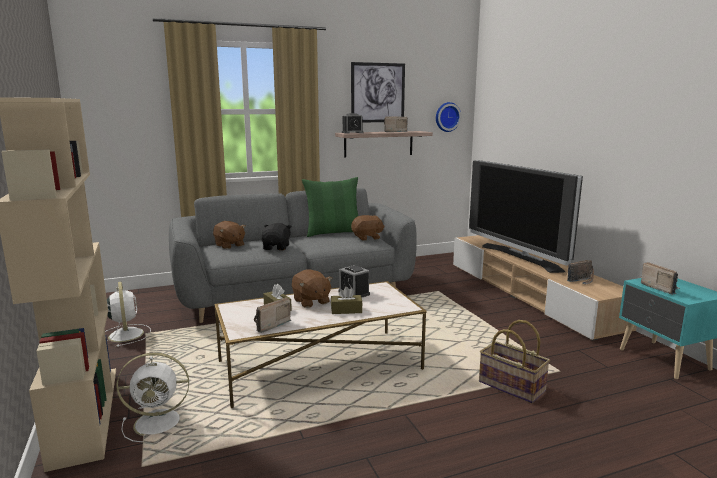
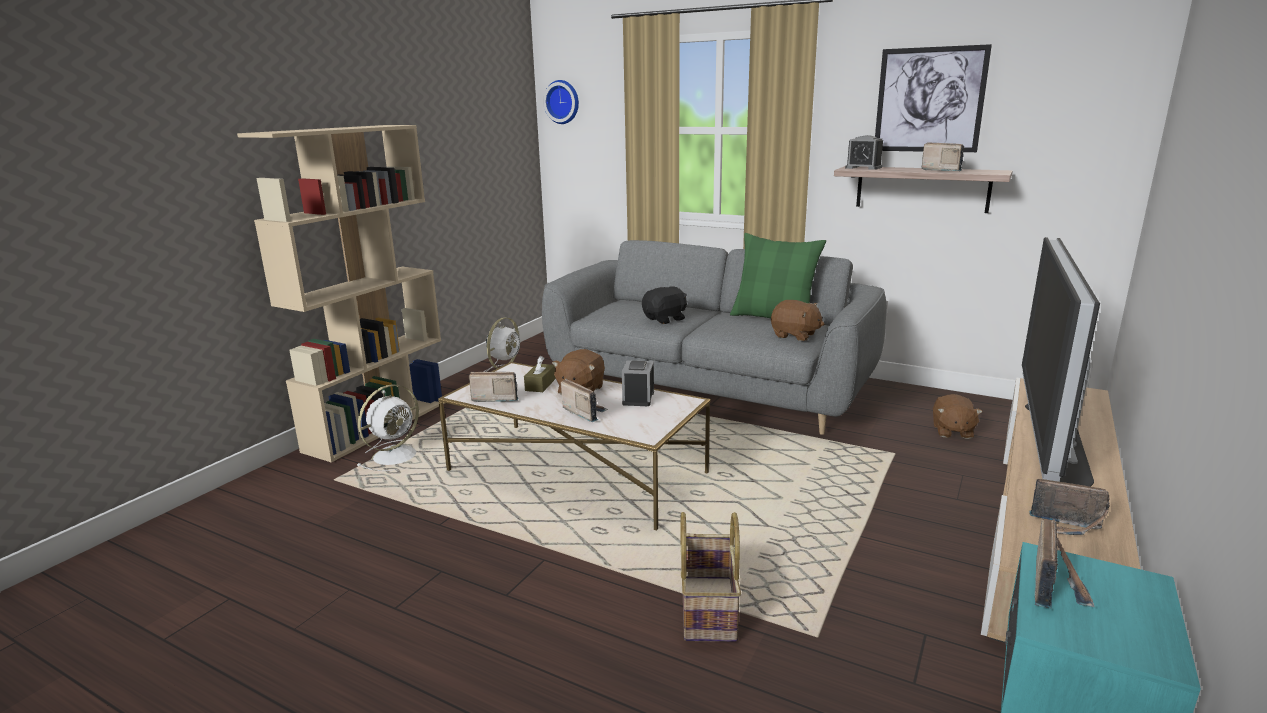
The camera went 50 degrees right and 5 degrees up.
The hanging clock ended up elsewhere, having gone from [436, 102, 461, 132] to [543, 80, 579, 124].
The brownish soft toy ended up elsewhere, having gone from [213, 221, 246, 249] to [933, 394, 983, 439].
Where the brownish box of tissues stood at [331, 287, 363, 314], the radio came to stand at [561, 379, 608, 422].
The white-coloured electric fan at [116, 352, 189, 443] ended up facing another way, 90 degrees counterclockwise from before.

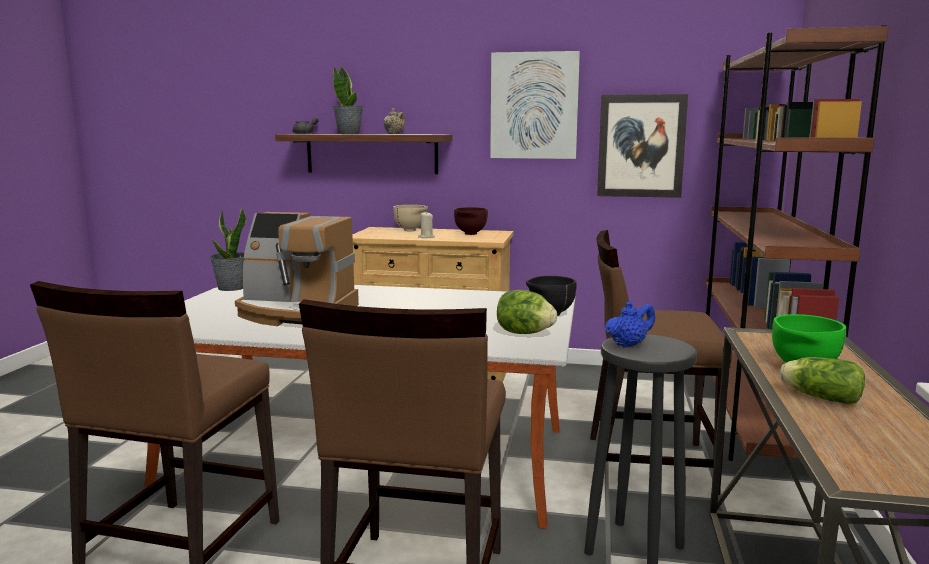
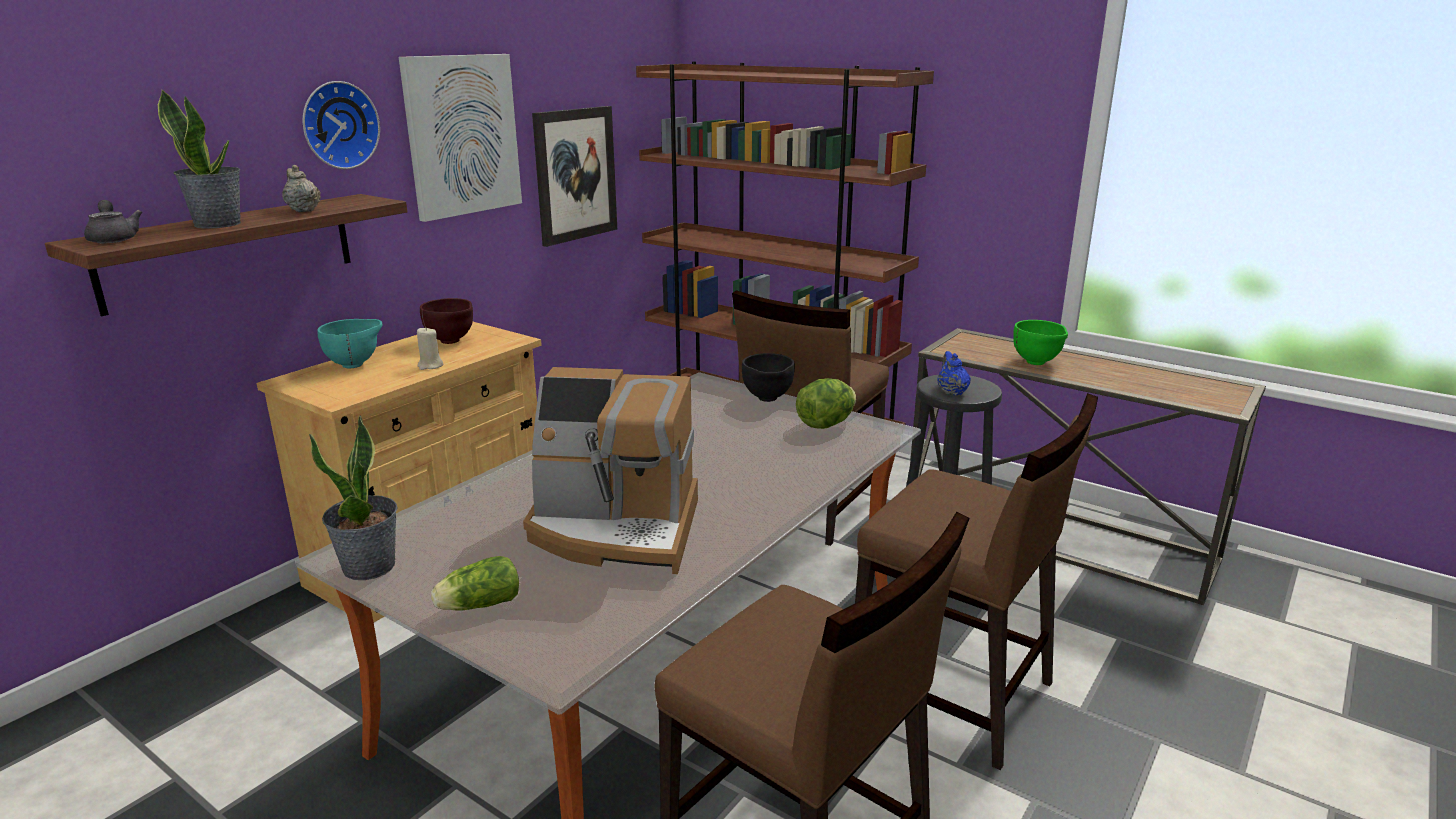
The camera went 65 degrees left and 10 degrees up.
What was the sand-coloured deep dish at [393, 205, 428, 231] turned into the turquoise-coloured deep dish at [317, 319, 382, 368].
The coffee brewer at [235, 212, 359, 326] ended up facing another way, 60 degrees clockwise from before.
The lettuce head ended up elsewhere, having gone from [780, 357, 865, 405] to [431, 556, 519, 611].
The second view gained the hanging clock at [302, 81, 380, 169].

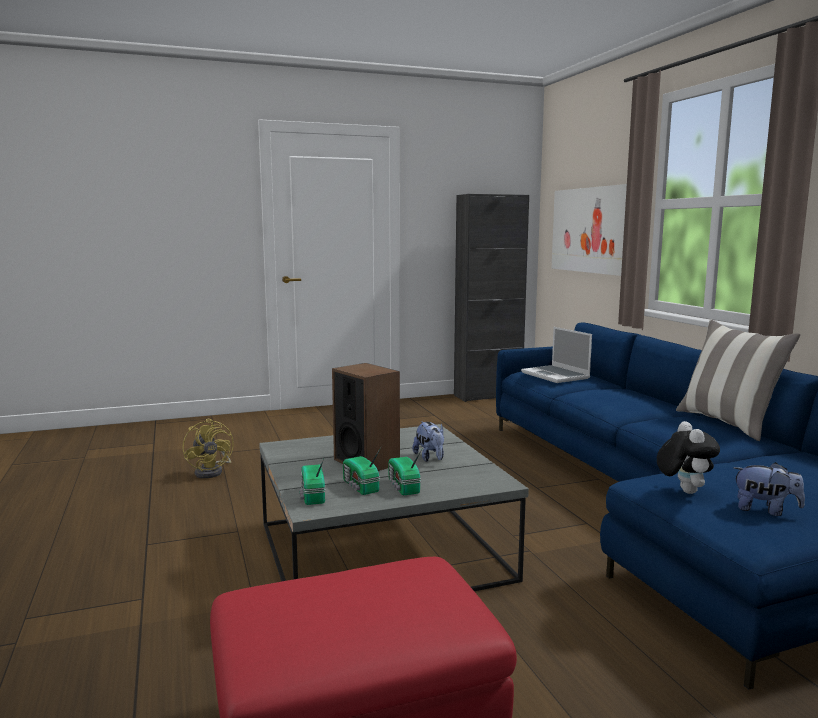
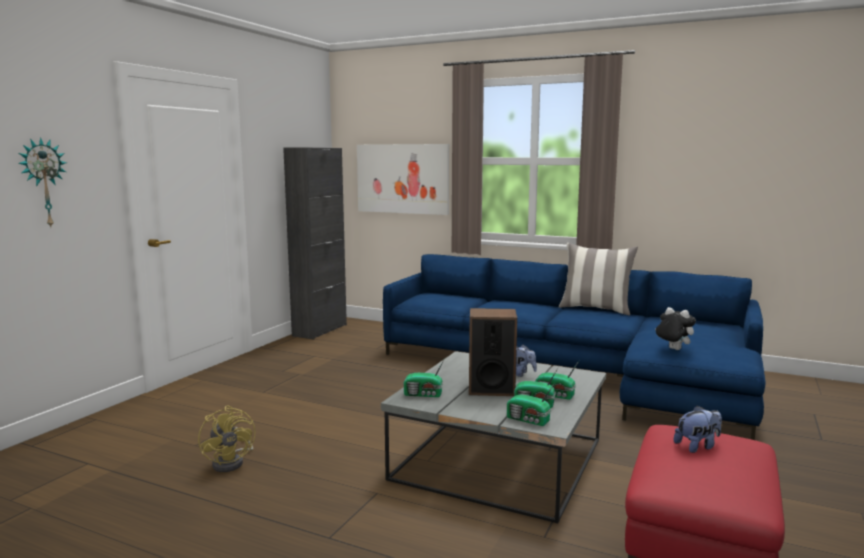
The camera went 45 degrees left and 0 degrees up.
The second view lost the portable computer at [521, 327, 592, 383].
The yellow electric fan at [182, 418, 234, 478] ended up facing another way, 45 degrees clockwise from before.
The soft toy ended up elsewhere, having gone from [734, 462, 805, 516] to [674, 406, 722, 453].
The second view gained the hanging clock at [18, 137, 67, 227].
The second view gained the radio at [403, 358, 445, 397].

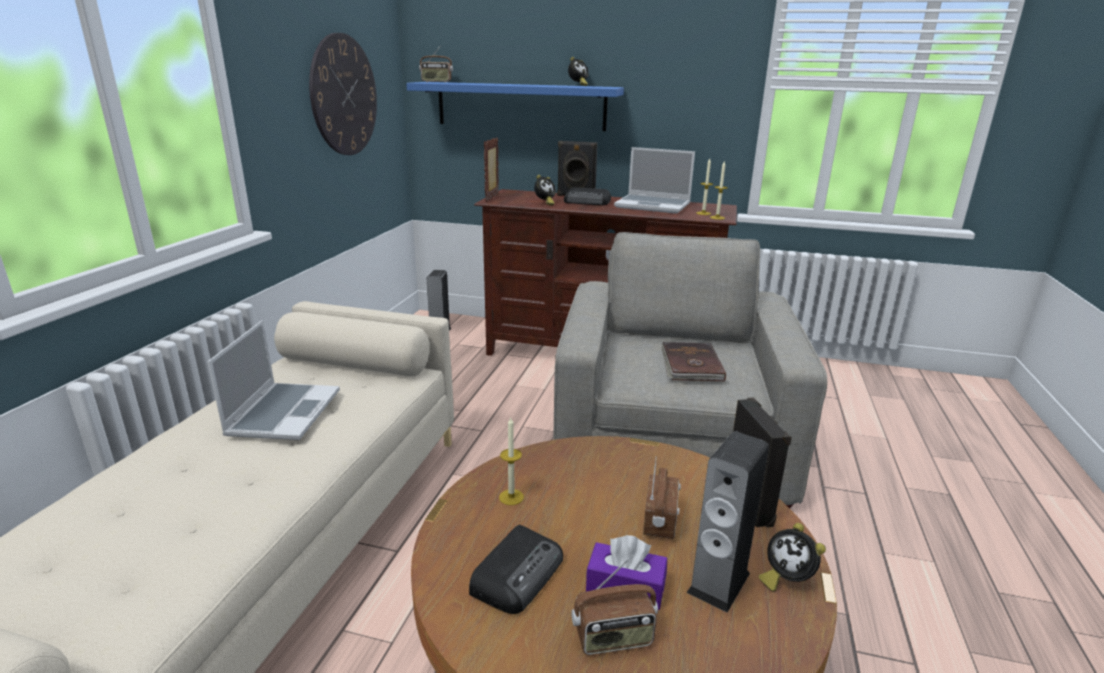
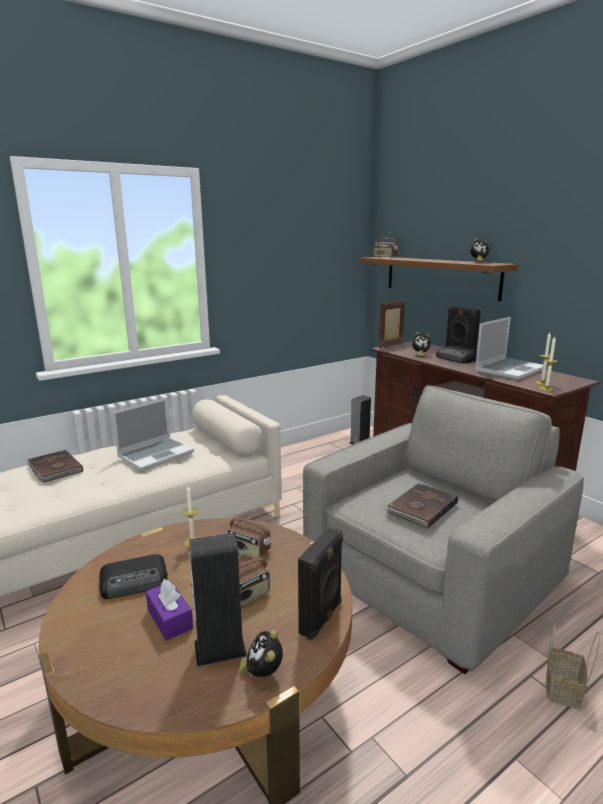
The camera went 40 degrees right and 5 degrees down.
The second view lost the hanging clock at [309, 33, 377, 155].
What was the bluish wall shelf at [406, 82, 624, 131] turned into the brownish wall shelf at [360, 257, 518, 301].
The portable computer at [614, 147, 695, 214] ended up facing another way, 105 degrees counterclockwise from before.
The radio ended up elsewhere, having gone from [571, 559, 658, 655] to [227, 508, 271, 558].
The second view gained the brownish volume at [27, 450, 83, 483].
The second view gained the storage basket at [546, 621, 600, 709].

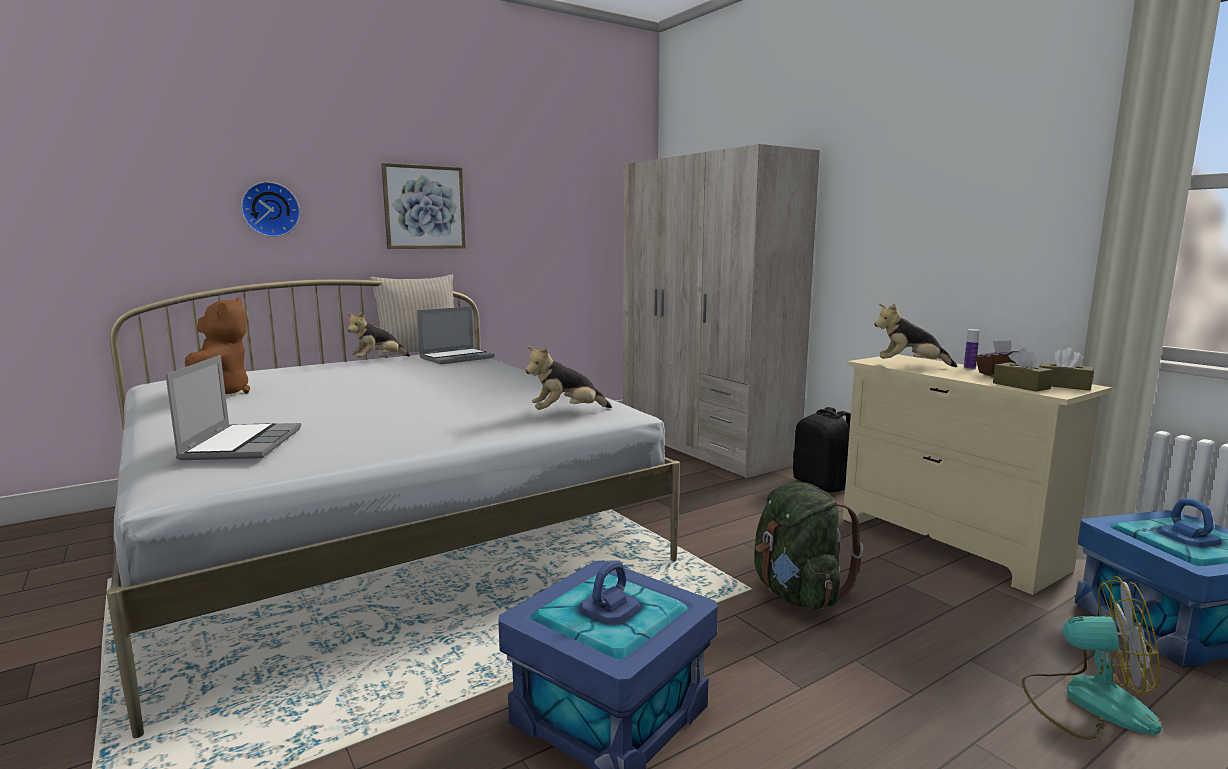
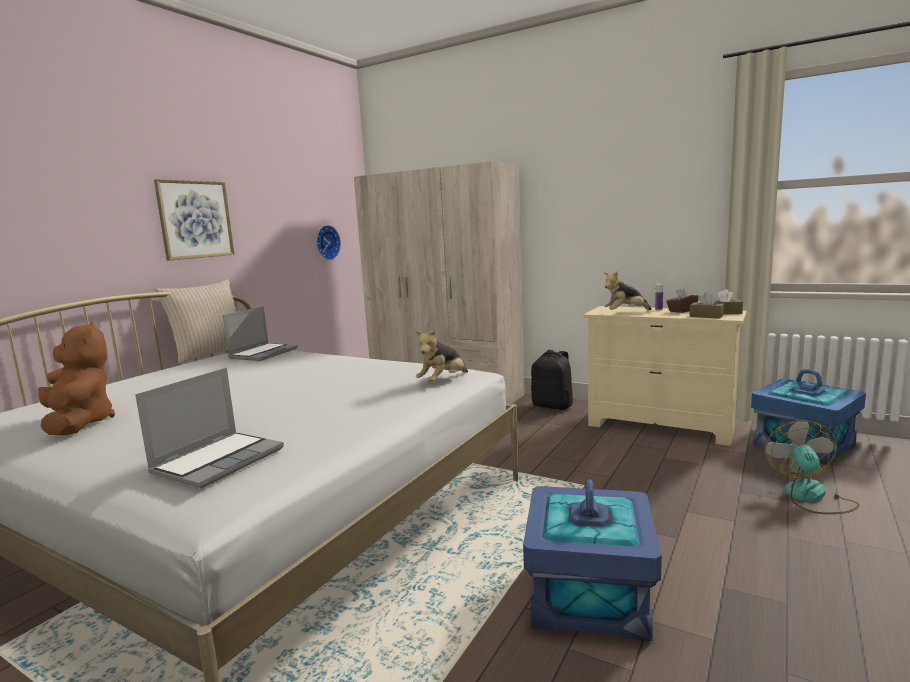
The camera went 25 degrees left and 0 degrees up.
The hanging clock ended up elsewhere, having gone from [241, 182, 300, 237] to [316, 225, 341, 260].
The second view lost the soft toy at [347, 311, 410, 358].
The portable computer at [165, 355, 301, 460] ended up facing another way, 60 degrees clockwise from before.
The second view lost the green-coloured rucksack at [754, 482, 864, 610].
The electric fan at [1022, 576, 1161, 740] ended up facing another way, 75 degrees counterclockwise from before.

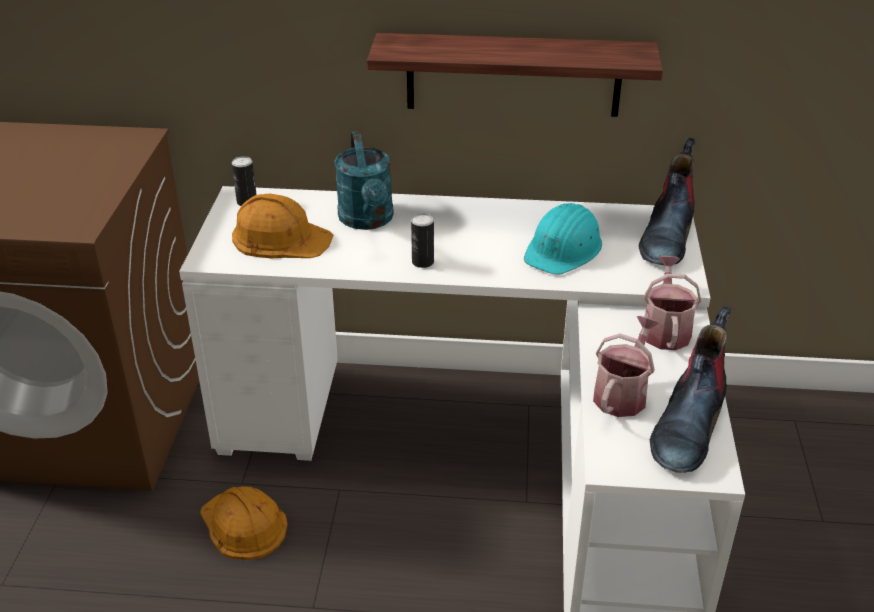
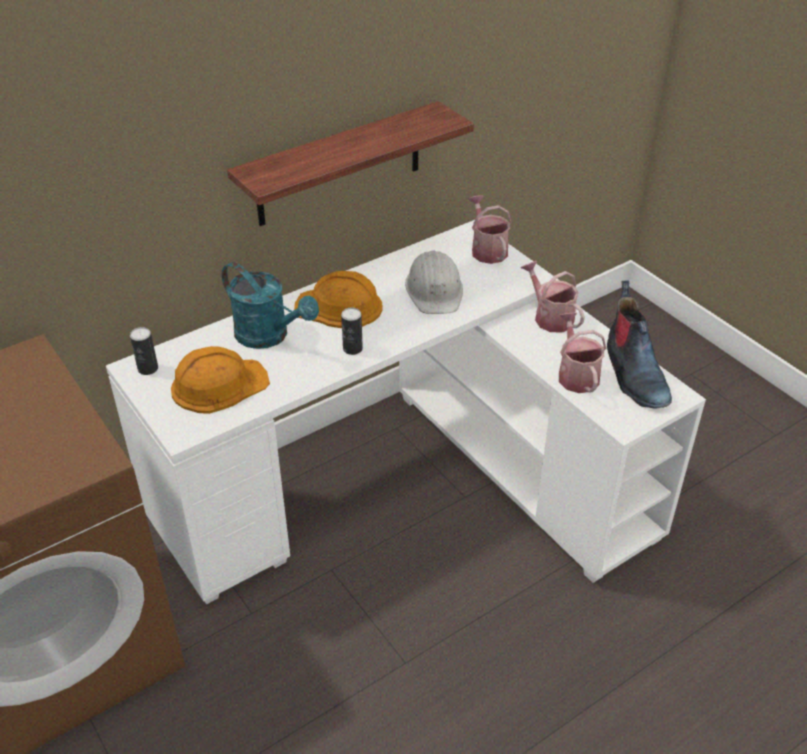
The camera went 40 degrees left and 5 degrees up.
Where the tall boot stood at [638, 138, 696, 266], the watering can came to stand at [468, 195, 512, 264].
What was the turquoise-coloured work helmet at [524, 203, 602, 275] turned into the white-coloured work helmet at [405, 250, 463, 314].
The orangey work helmet ended up elsewhere, having gone from [200, 486, 288, 560] to [294, 271, 382, 328].

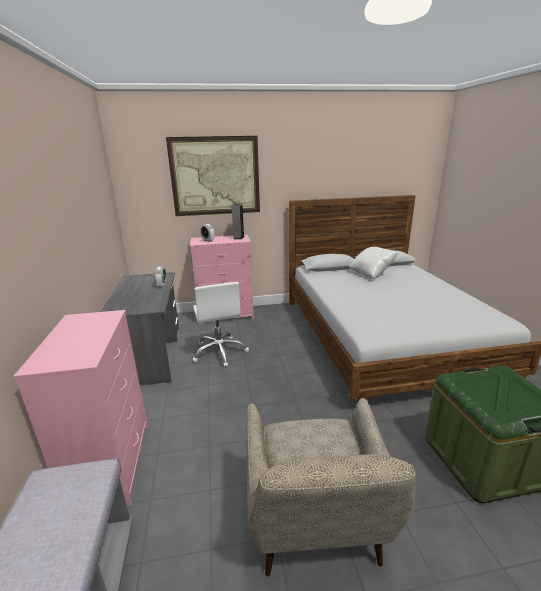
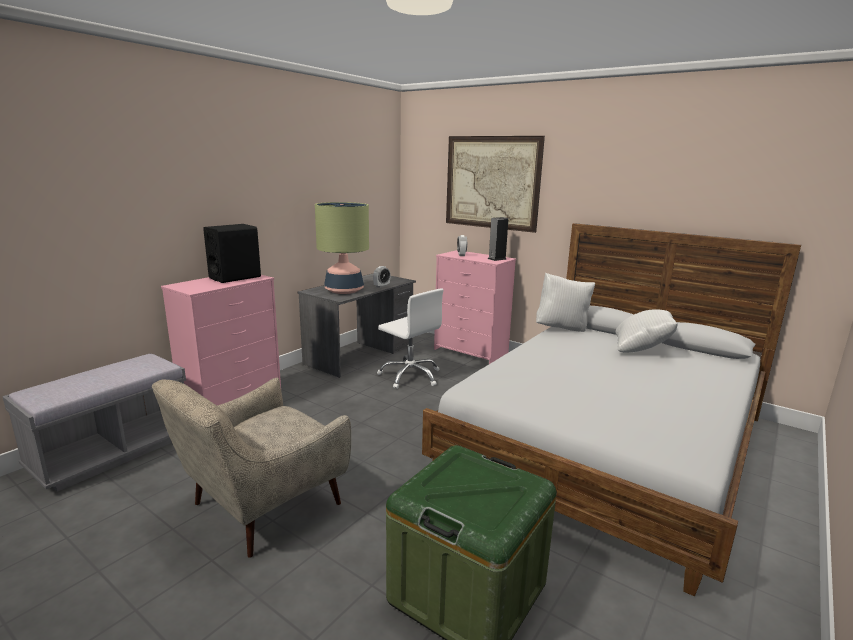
The camera went 45 degrees right and 5 degrees down.
The white-coloured desk chair at [193, 282, 249, 367] ended up facing another way, 75 degrees counterclockwise from before.
The second view gained the tabletop lamp at [315, 202, 369, 294].
The second view gained the blackish speaker at [203, 224, 261, 283].
The second view gained the white-coloured throw pillow at [536, 273, 595, 332].

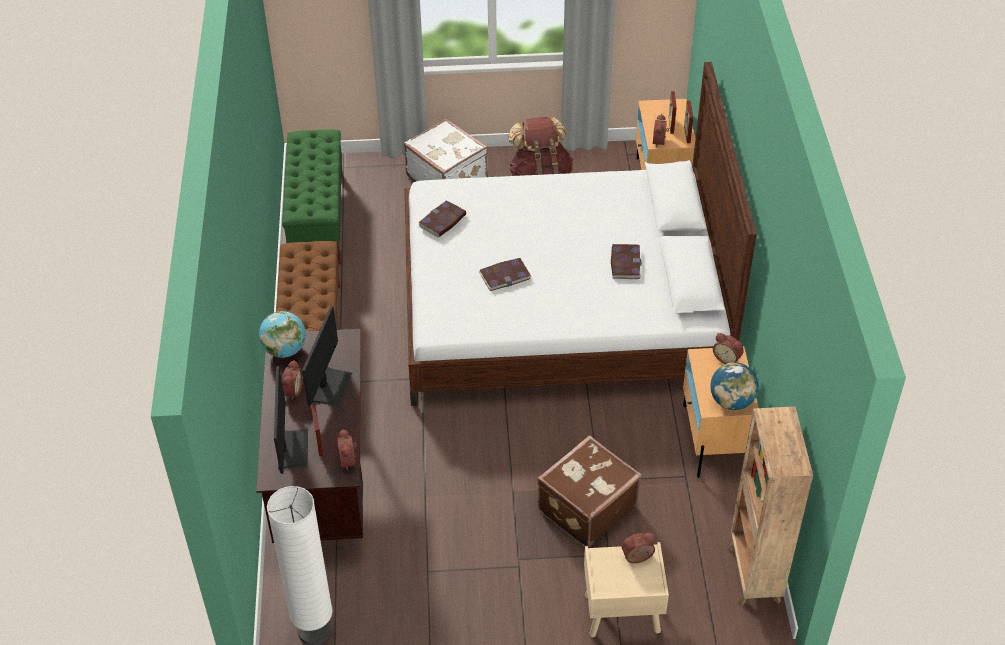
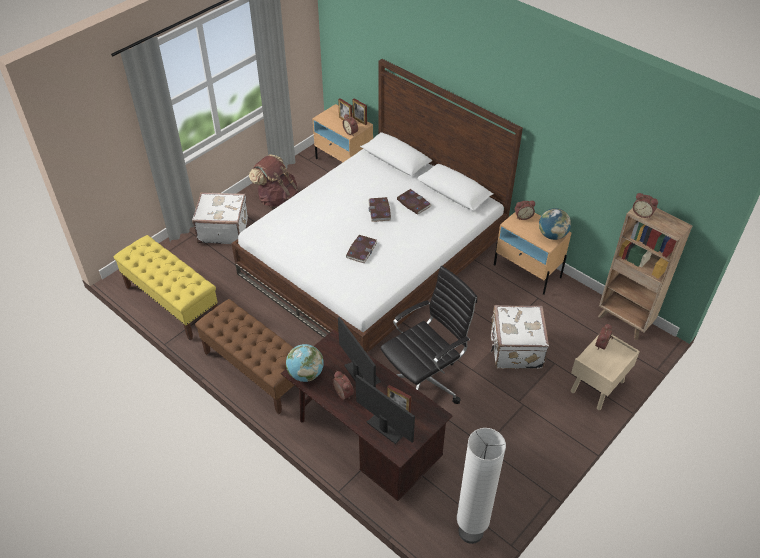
The camera went 45 degrees left and 0 degrees up.
What was the green-coloured bench at [282, 130, 343, 265] turned into the yellow bench at [113, 235, 218, 340].
The volume ended up elsewhere, having gone from [418, 201, 466, 237] to [368, 197, 391, 222].
The table clock ended up elsewhere, having gone from [337, 429, 357, 471] to [633, 193, 658, 218].
What was the brownish travel case at [537, 435, 641, 548] turned into the white-coloured travel case at [490, 305, 549, 369].
The second view gained the blackish desk chair at [380, 266, 477, 404].

